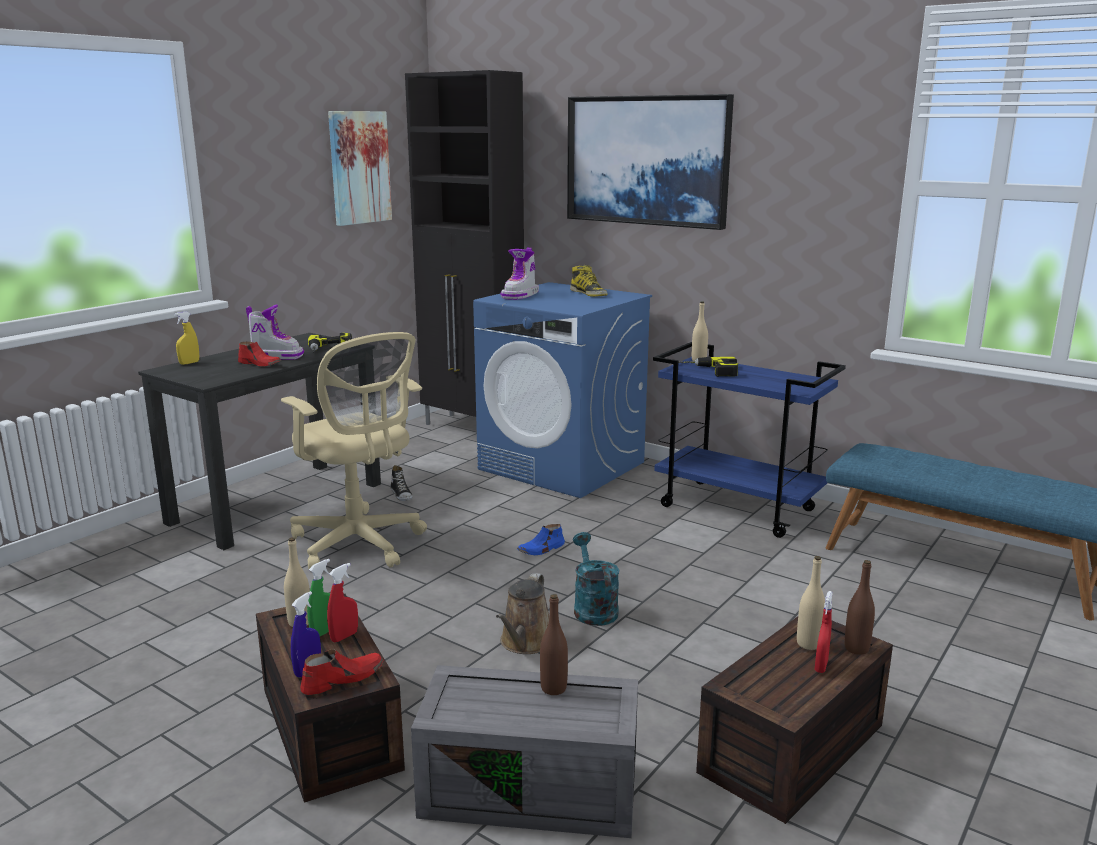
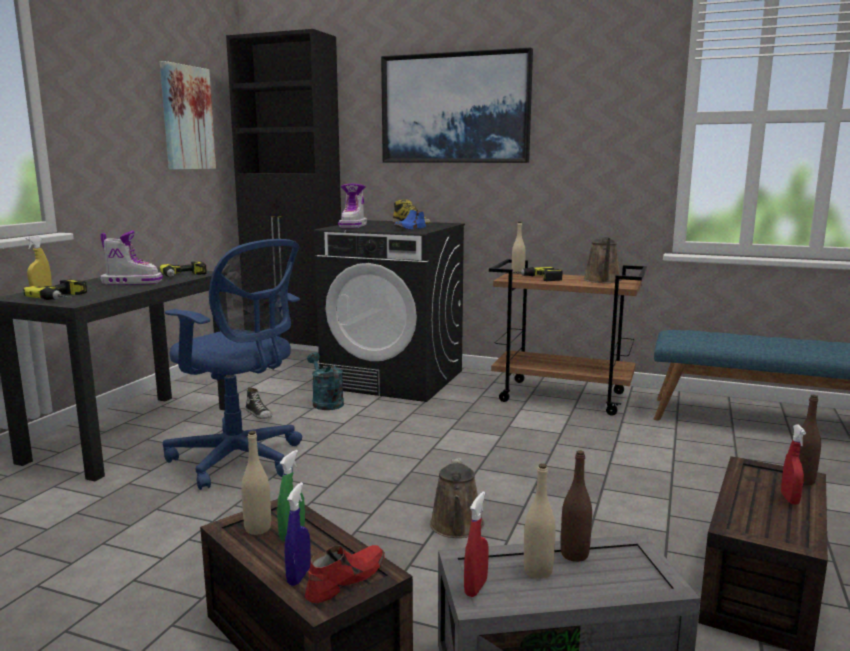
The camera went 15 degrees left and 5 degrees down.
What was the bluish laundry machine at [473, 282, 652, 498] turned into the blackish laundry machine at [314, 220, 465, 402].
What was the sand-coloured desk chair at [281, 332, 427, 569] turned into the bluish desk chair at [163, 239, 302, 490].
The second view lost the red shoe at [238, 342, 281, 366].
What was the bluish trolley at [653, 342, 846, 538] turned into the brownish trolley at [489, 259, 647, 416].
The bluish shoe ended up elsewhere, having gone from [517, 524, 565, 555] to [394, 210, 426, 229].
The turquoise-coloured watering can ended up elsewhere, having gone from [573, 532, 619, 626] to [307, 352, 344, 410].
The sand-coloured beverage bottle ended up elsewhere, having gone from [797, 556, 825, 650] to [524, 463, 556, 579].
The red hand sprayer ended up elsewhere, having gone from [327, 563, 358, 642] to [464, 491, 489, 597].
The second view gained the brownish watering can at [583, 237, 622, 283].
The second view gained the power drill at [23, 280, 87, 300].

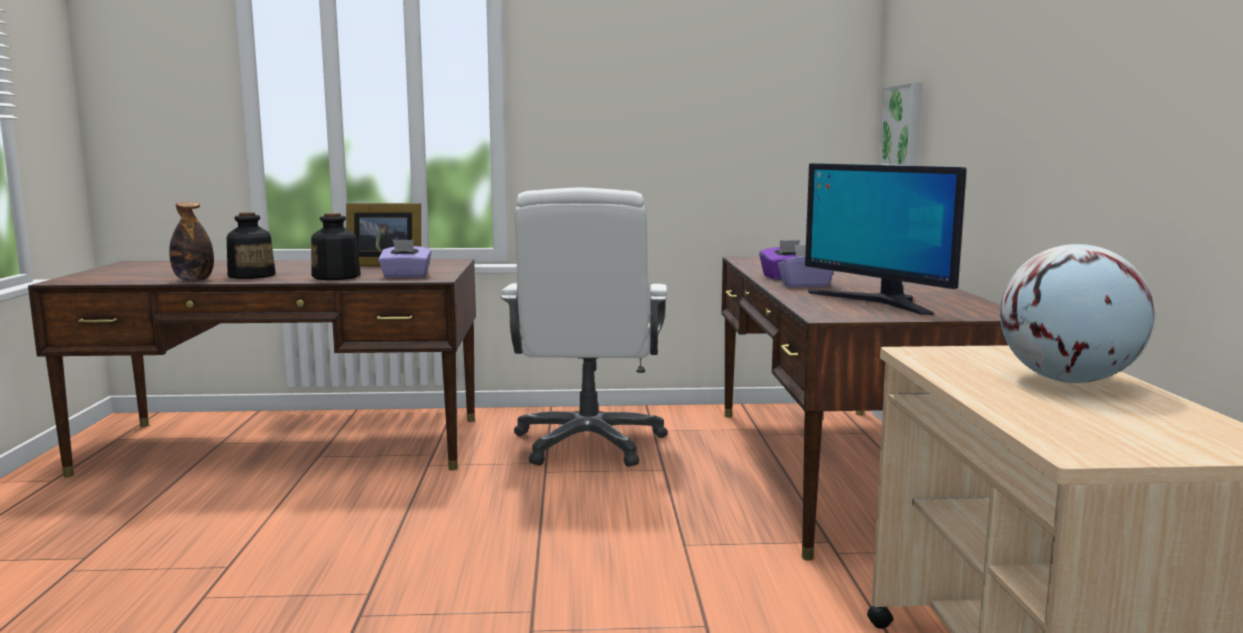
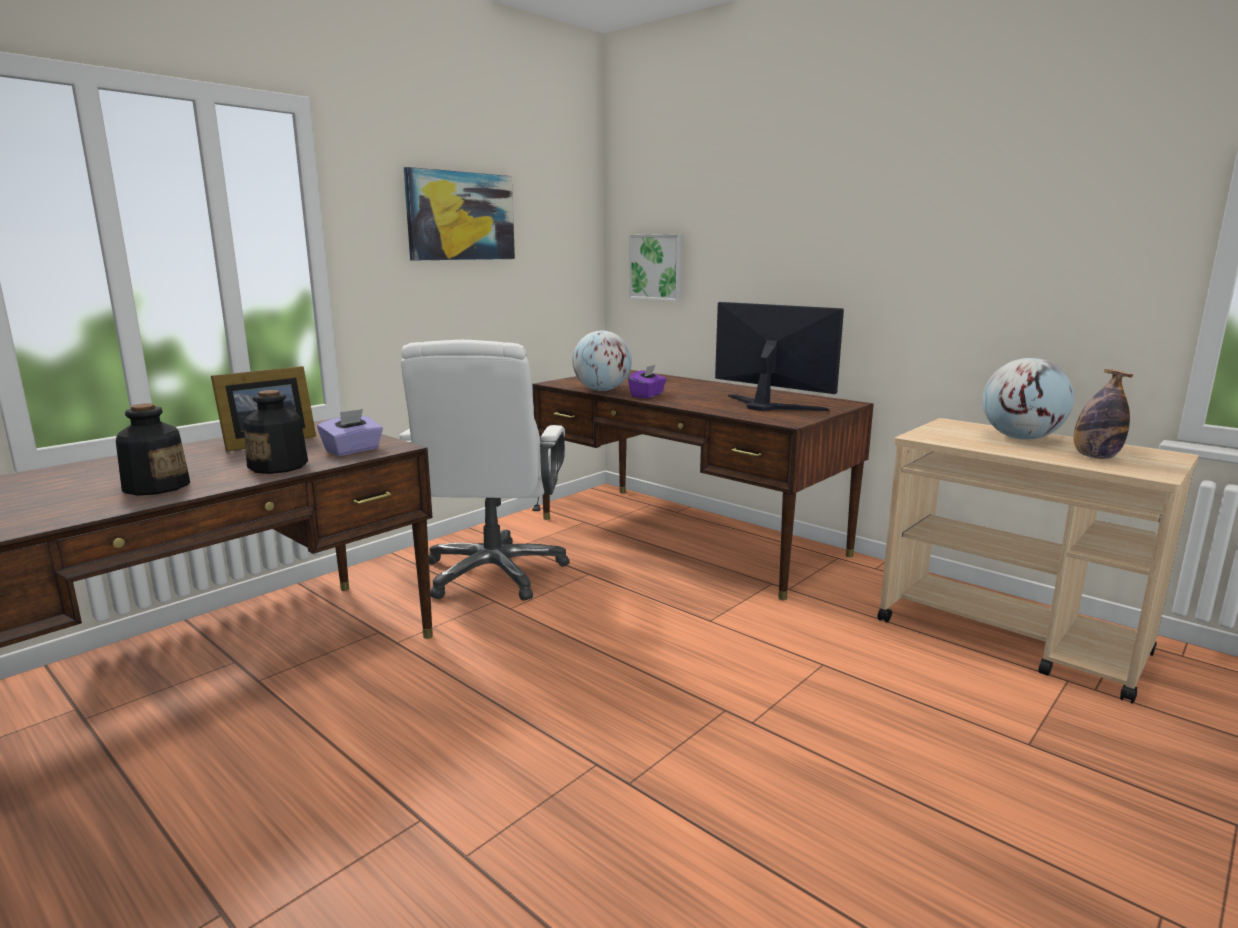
The camera went 45 degrees left and 5 degrees up.
The monitor at [805, 163, 967, 315] ended up facing another way, 150 degrees counterclockwise from before.
The white-coloured desk chair at [501, 187, 668, 467] ended up facing another way, 45 degrees clockwise from before.
The beverage bottle ended up elsewhere, having gone from [169, 202, 214, 282] to [1073, 369, 1133, 459].
The second view lost the purple box of tissues at [777, 245, 834, 287].
The second view gained the wall art at [404, 167, 515, 260].
The second view gained the globe at [572, 331, 632, 391].

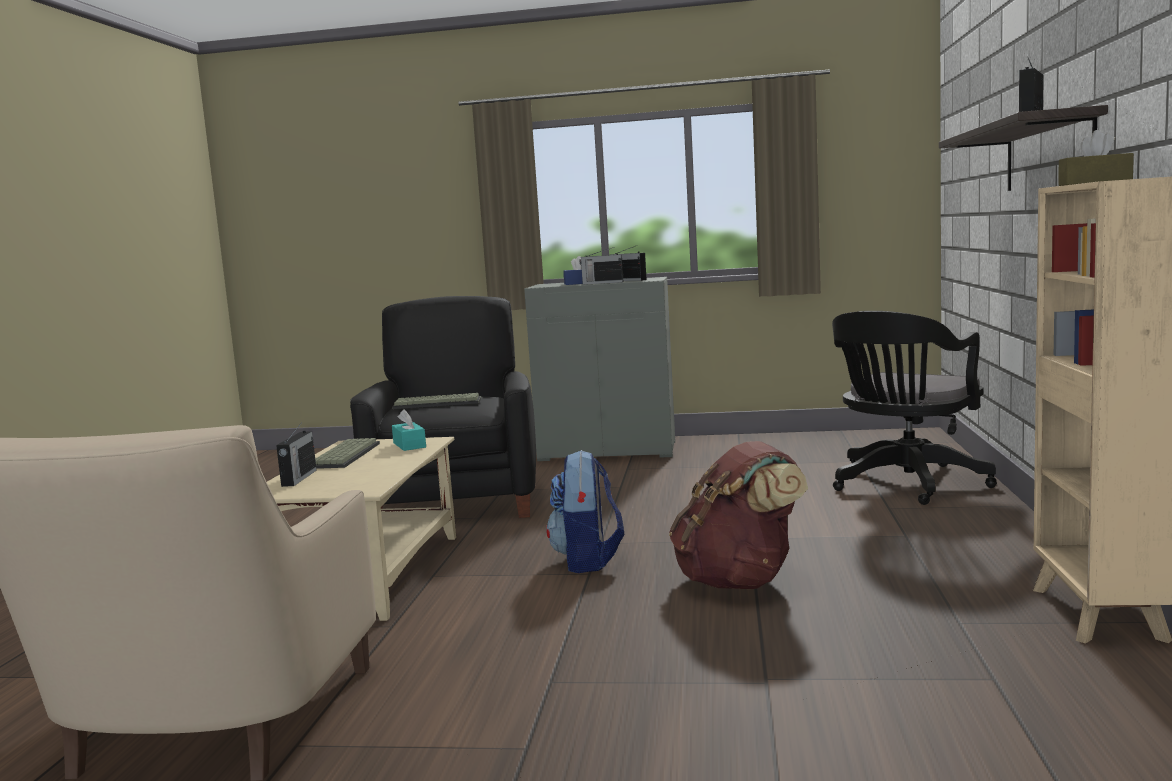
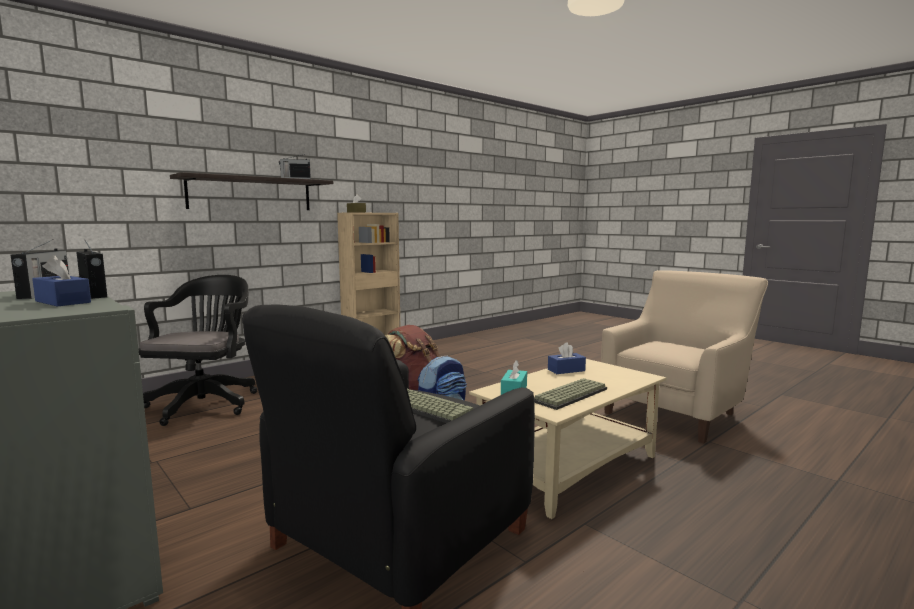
The camera went 140 degrees left and 0 degrees up.
The blackish desk chair at [832, 311, 997, 505] ended up facing another way, 75 degrees counterclockwise from before.
The second view lost the radio at [276, 424, 317, 487].
The second view gained the bluish box of tissues at [548, 342, 586, 374].

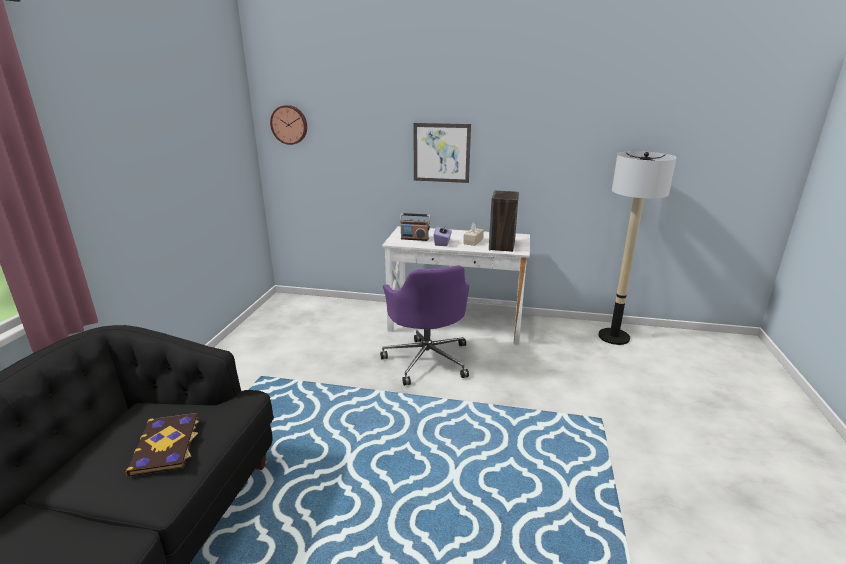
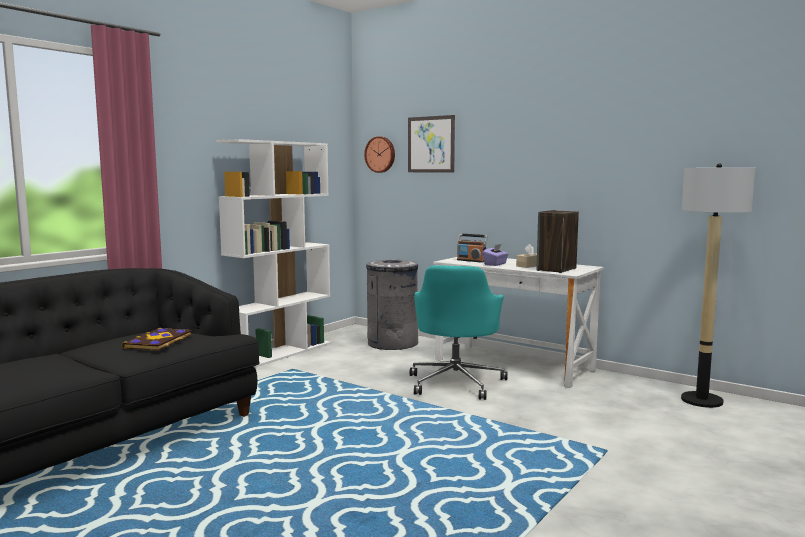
The camera went 25 degrees right and 15 degrees down.
The wall art ended up elsewhere, having gone from [413, 123, 471, 183] to [408, 115, 455, 172].
What was the purple desk chair at [380, 265, 469, 386] turned into the turquoise-coloured desk chair at [410, 266, 508, 400].
The second view gained the white-coloured bookshelf at [216, 139, 331, 368].
The second view gained the gray waste bin at [366, 259, 418, 350].

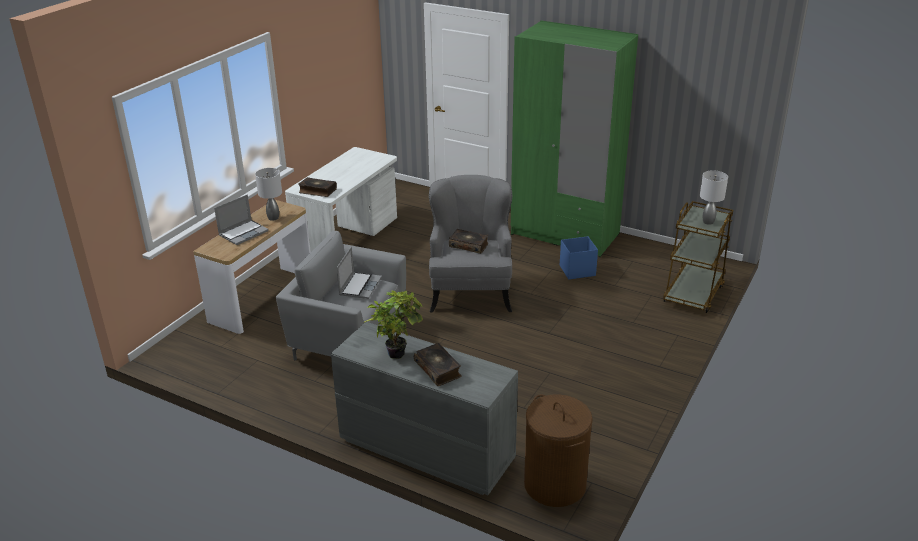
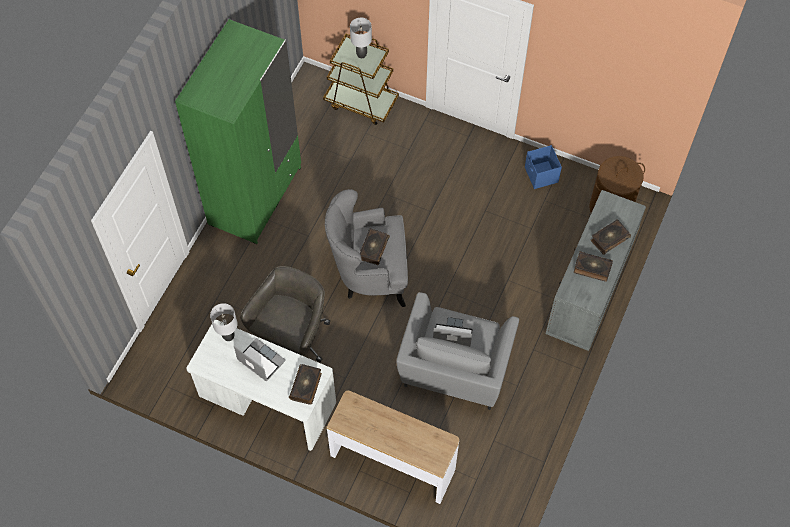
The camera went 95 degrees left and 30 degrees up.
The gray tabletop lamp ended up elsewhere, having gone from [255, 168, 282, 221] to [210, 303, 238, 341].
The portable computer ended up elsewhere, having gone from [214, 194, 269, 245] to [234, 338, 286, 382].
The bluish storage bin ended up elsewhere, having gone from [560, 236, 598, 279] to [525, 145, 562, 189].
Where the potted plant stood at [363, 291, 423, 359], the volume came to stand at [574, 251, 613, 282].
The second view gained the gray desk chair at [240, 266, 330, 362].

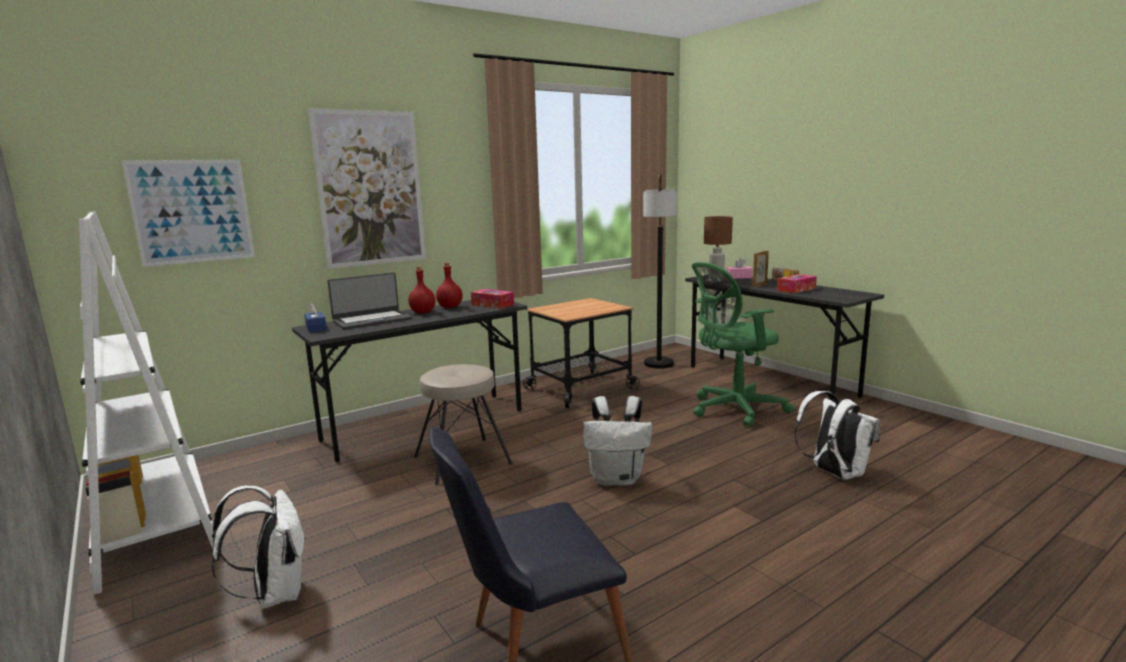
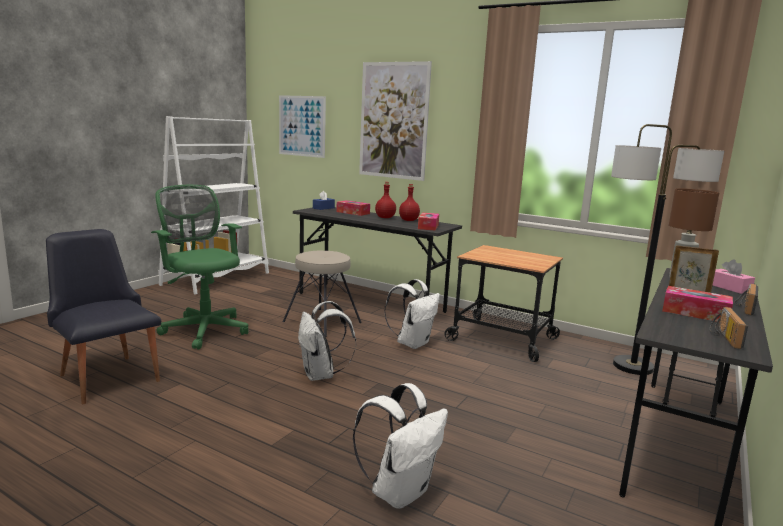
The camera went 65 degrees right and 0 degrees up.
The green-coloured desk chair ended up elsewhere, having gone from [692, 262, 794, 427] to [151, 185, 248, 350].
Where the portable computer stood at [328, 272, 412, 329], the box of tissues came to stand at [336, 200, 370, 216].
The white-coloured rucksack ended up elsewhere, having gone from [211, 486, 305, 609] to [384, 279, 440, 349].
The second view gained the radio at [709, 307, 748, 349].

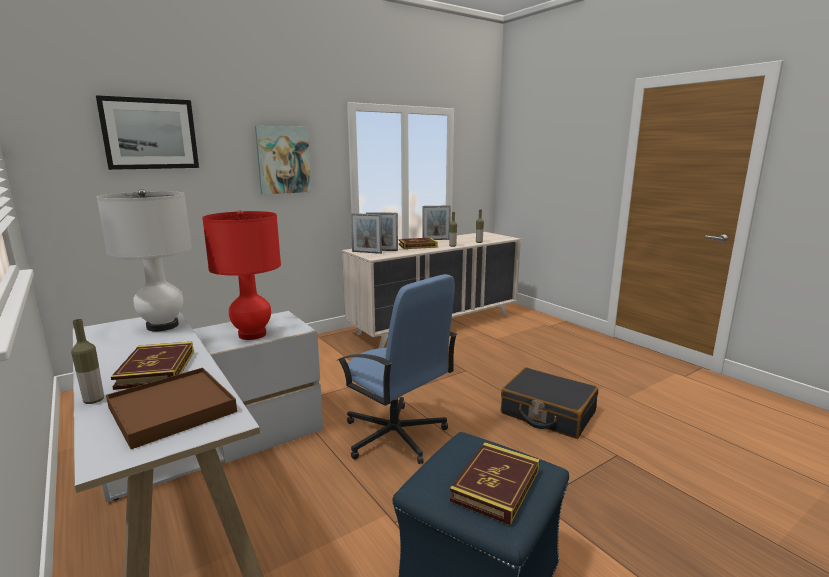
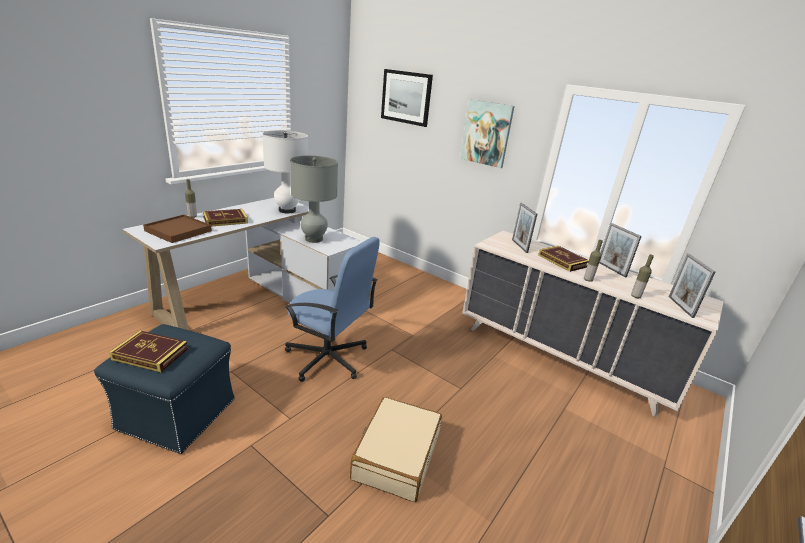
The camera went 70 degrees right and 10 degrees up.
What was the red tabletop lamp at [202, 210, 281, 340] turned into the gray tabletop lamp at [290, 156, 338, 243].
The photo frame ended up elsewhere, having gone from [351, 213, 382, 254] to [669, 253, 715, 318].
The bluish desk chair at [337, 274, 457, 464] ended up facing another way, 90 degrees counterclockwise from before.
What was the blackish travel case at [501, 368, 598, 439] turned into the sand-coloured travel case at [350, 397, 442, 502].

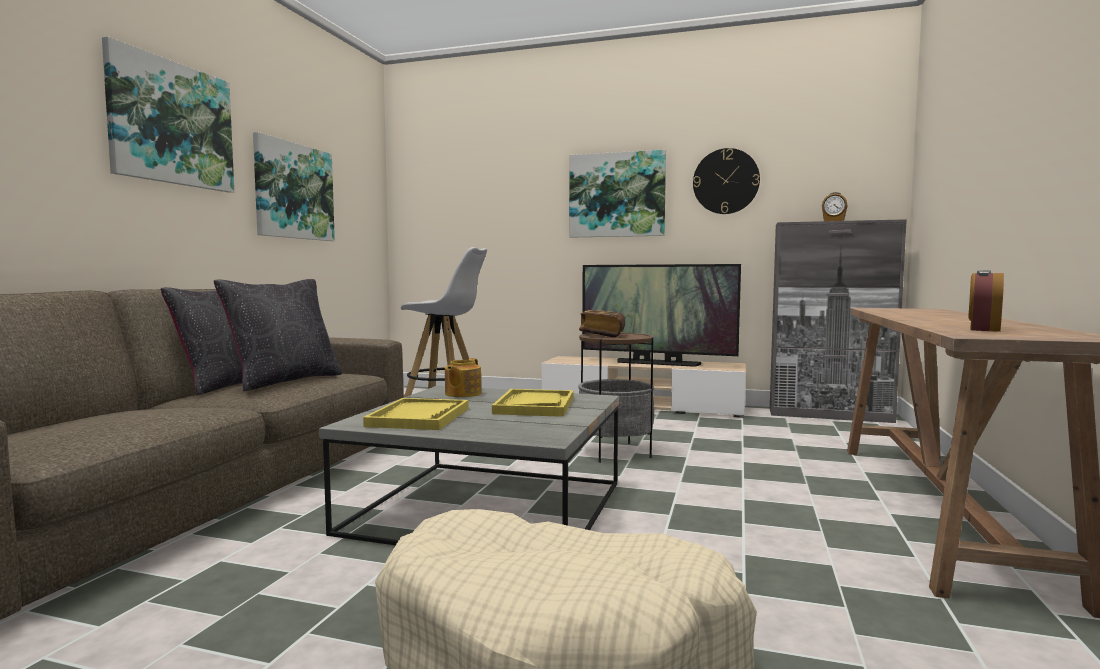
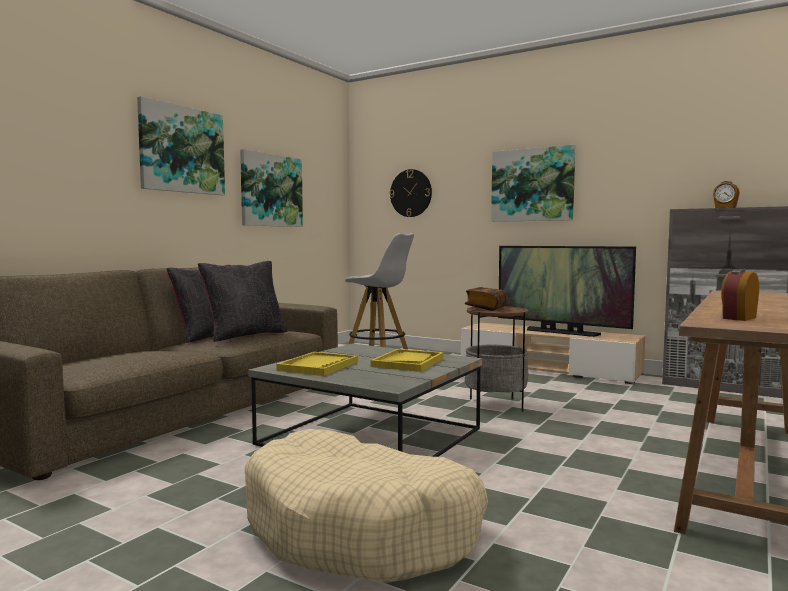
The camera went 15 degrees right and 0 degrees up.
The hanging clock ended up elsewhere, having gone from [693, 148, 760, 214] to [390, 169, 432, 217].
The second view lost the tea pot at [445, 358, 482, 397].

